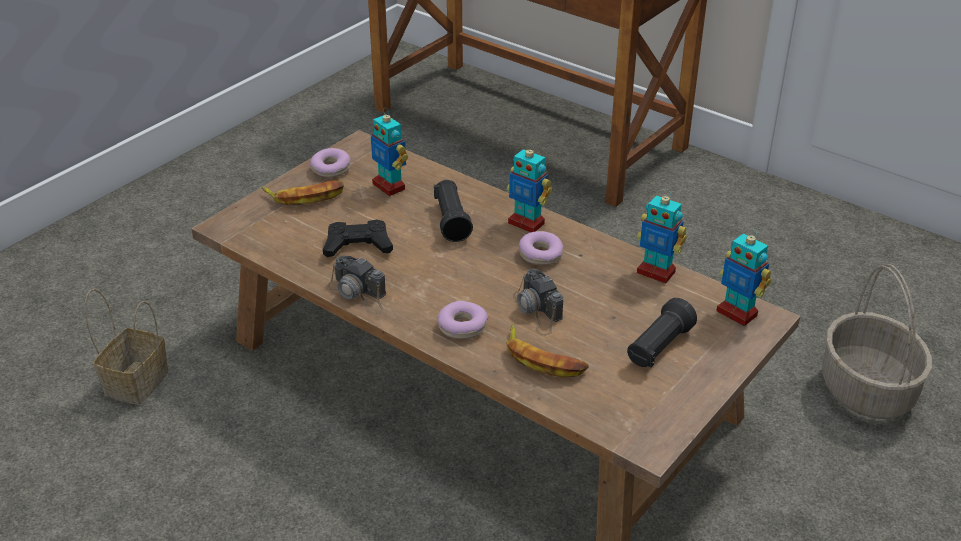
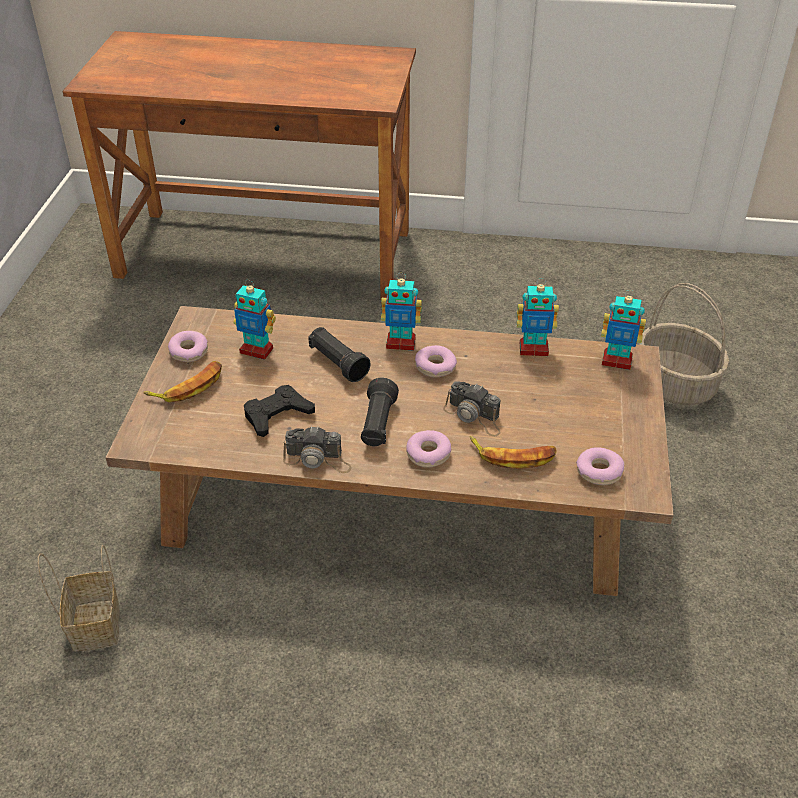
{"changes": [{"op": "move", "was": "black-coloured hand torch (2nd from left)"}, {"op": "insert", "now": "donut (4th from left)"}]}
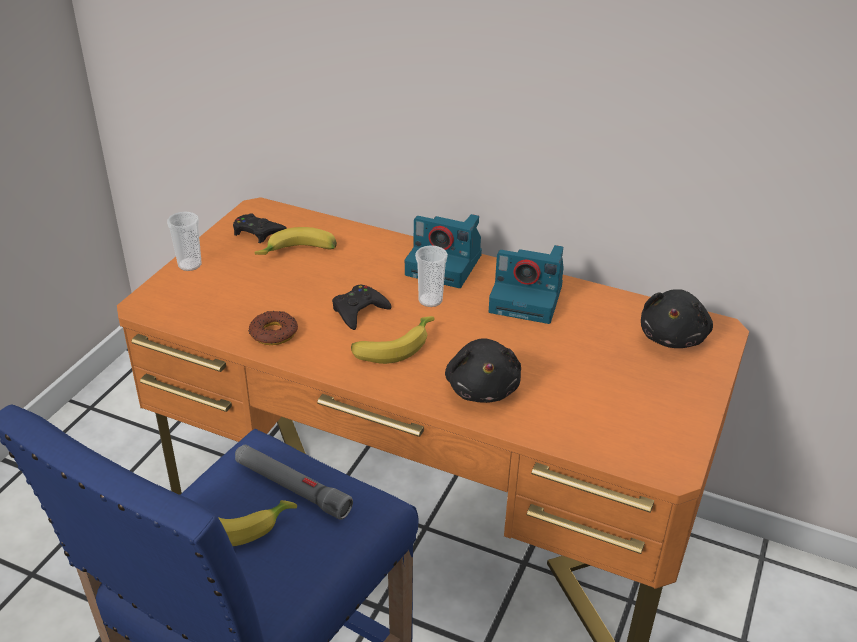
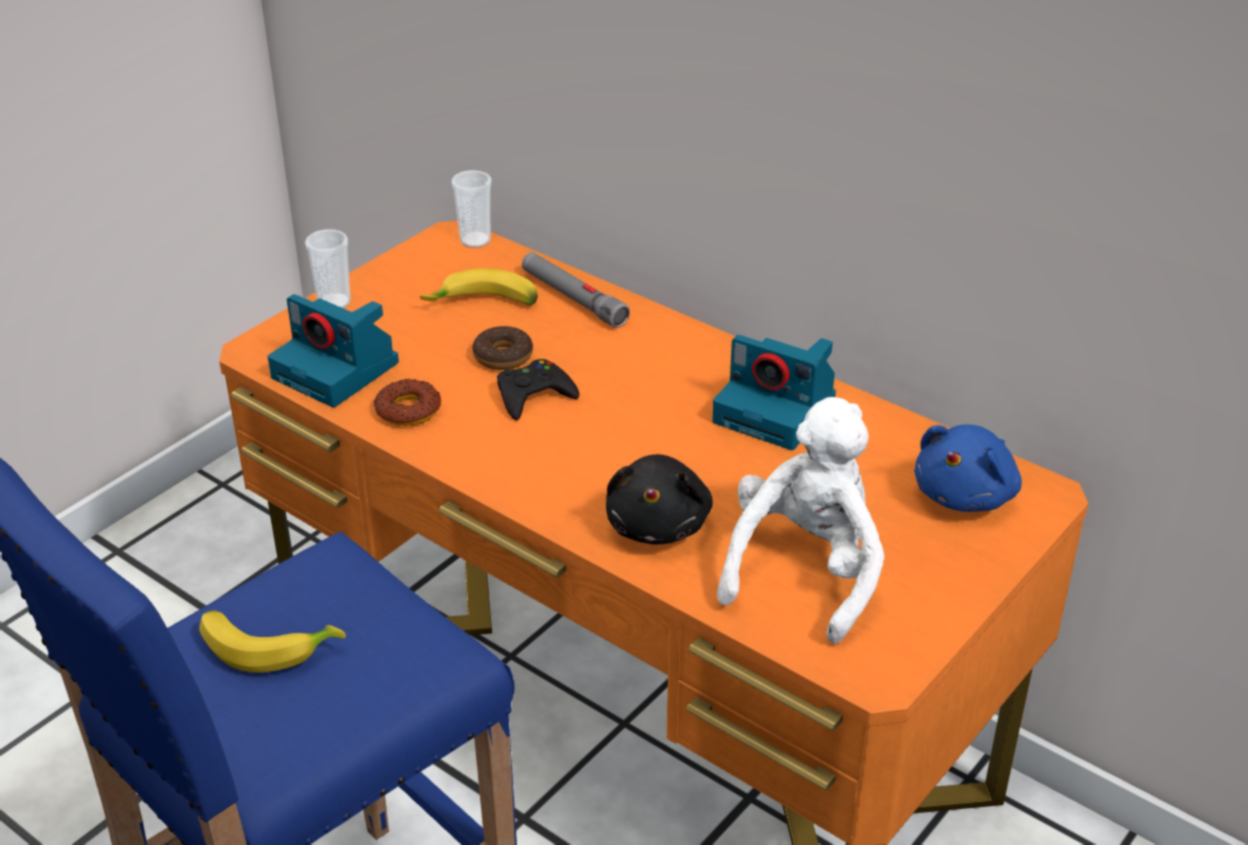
{"changes": [{"op": "delete", "was": "black-coloured game controller (1st from left)"}, {"op": "move", "was": "greyish hand torch"}, {"op": "delete", "was": "banana fruit (3rd from left)"}, {"op": "move", "was": "photo camera (1st from left)"}, {"op": "move", "was": "small cup (2nd from left)"}, {"op": "recolor", "was": "black-coloured soft toy (2nd from left)", "now": "bluish soft toy"}, {"op": "insert", "now": "donut (2nd from left)"}, {"op": "insert", "now": "whitish soft toy"}]}
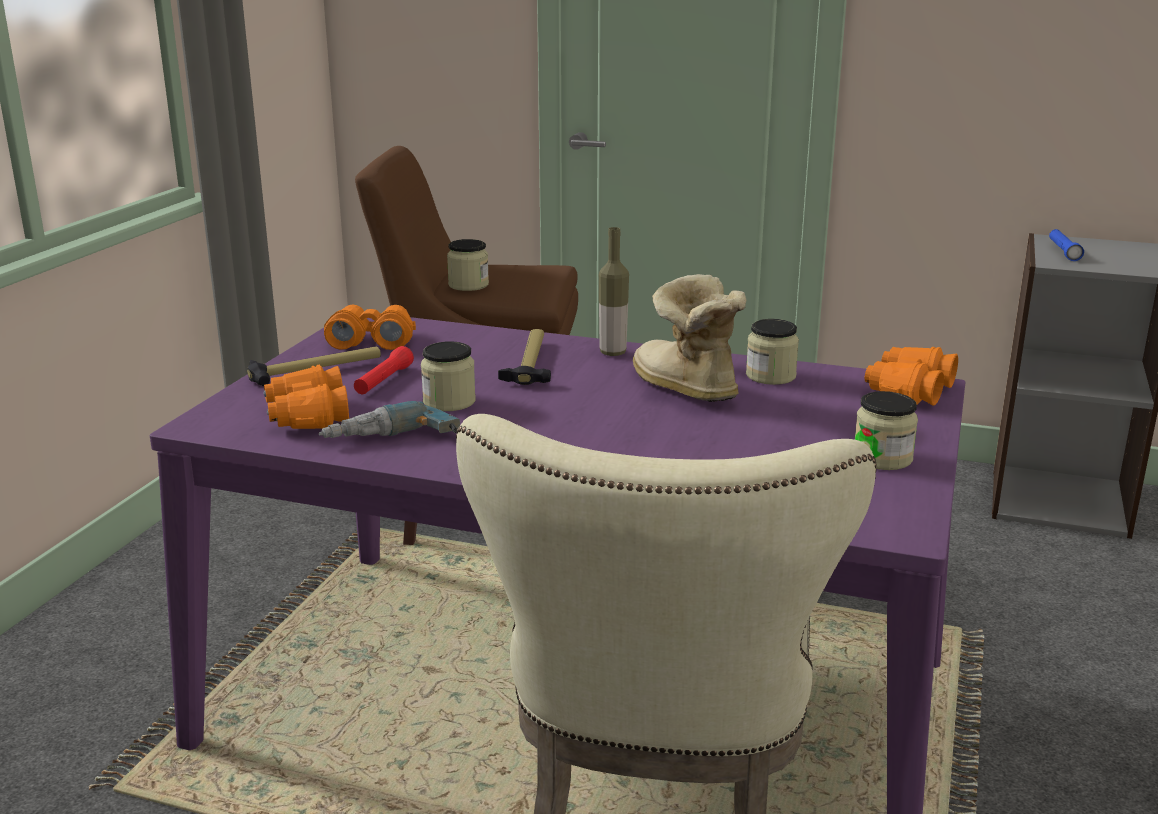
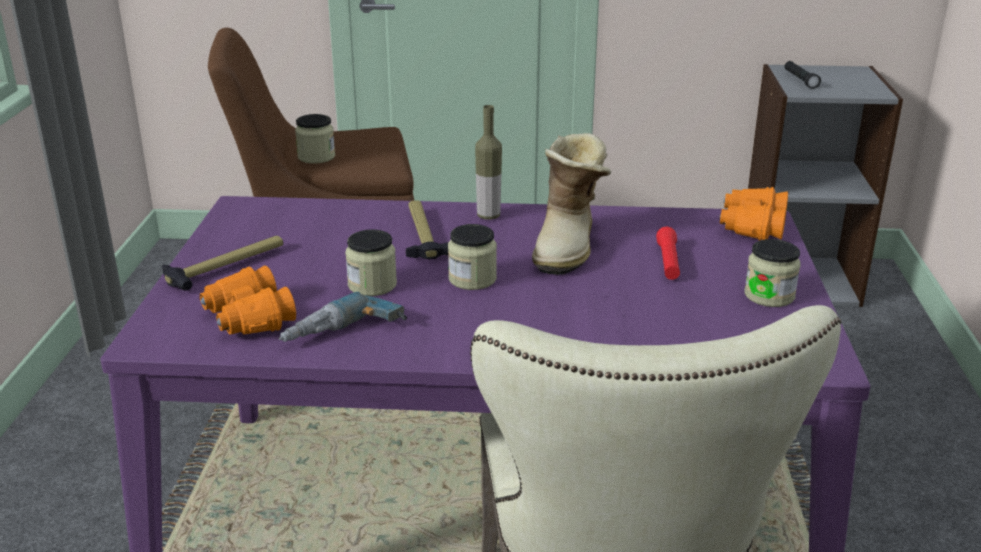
{"changes": [{"op": "delete", "was": "orange-coloured field glasses (2nd from left)"}, {"op": "move", "was": "red-coloured hand torch"}, {"op": "rotate", "was": "boot", "clockwise": -120}, {"op": "move", "was": "storage jar (3rd from left)"}, {"op": "recolor", "was": "bluish hand torch", "now": "black-coloured hand torch"}]}
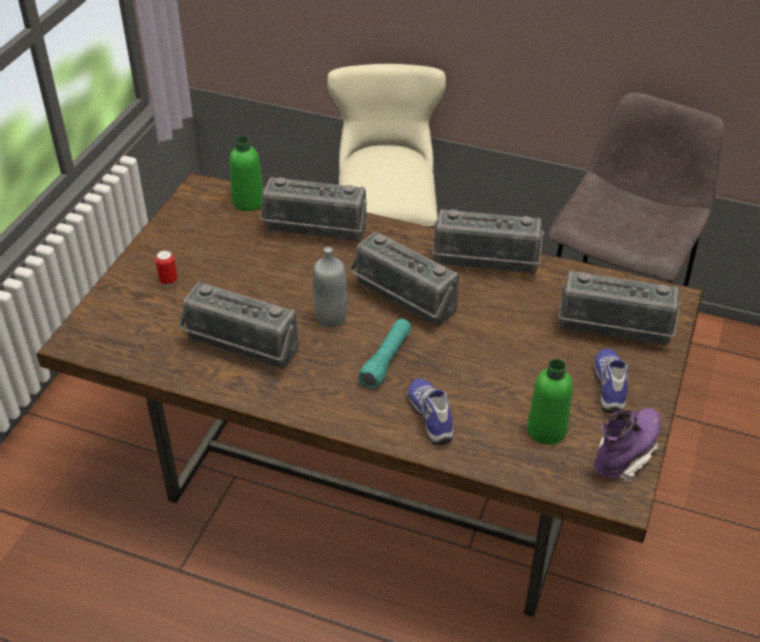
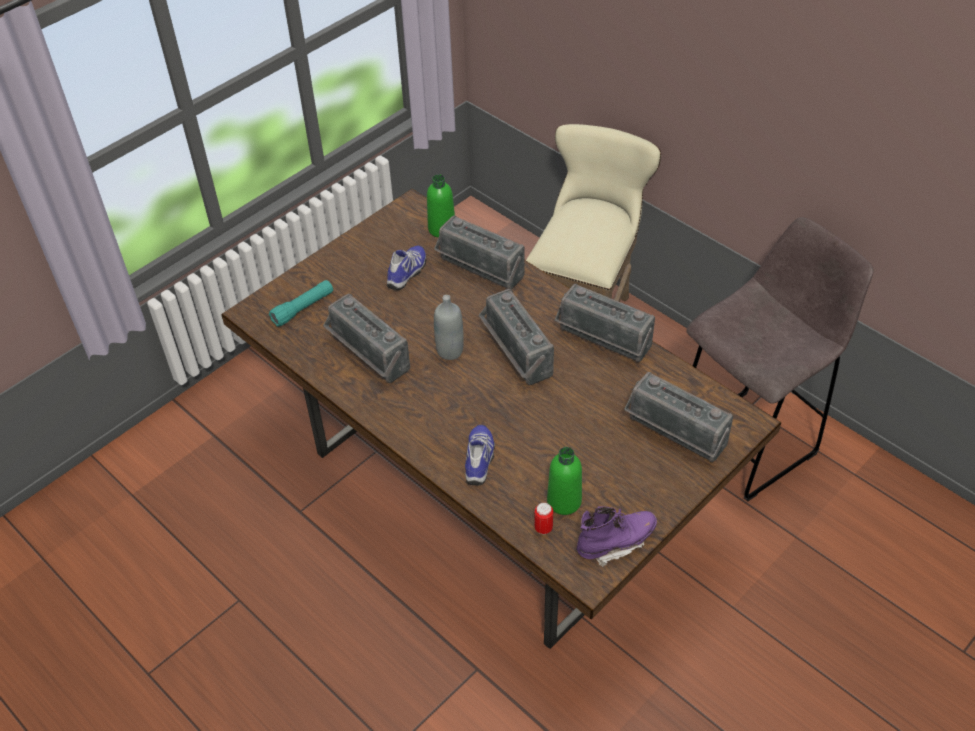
{"changes": [{"op": "move", "was": "can"}, {"op": "move", "was": "blue-green hand torch"}, {"op": "move", "was": "item of footwear (2nd from left in the first image)", "now": "item of footwear (1st from left)"}]}
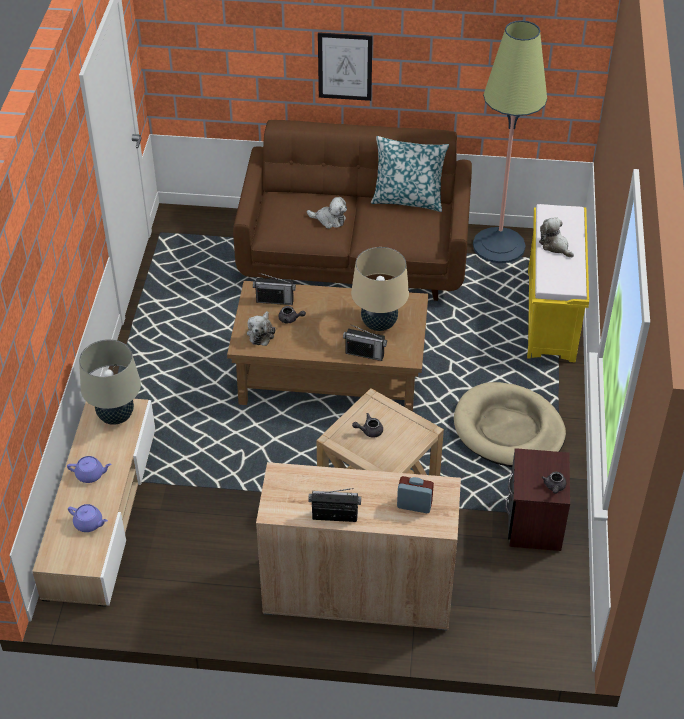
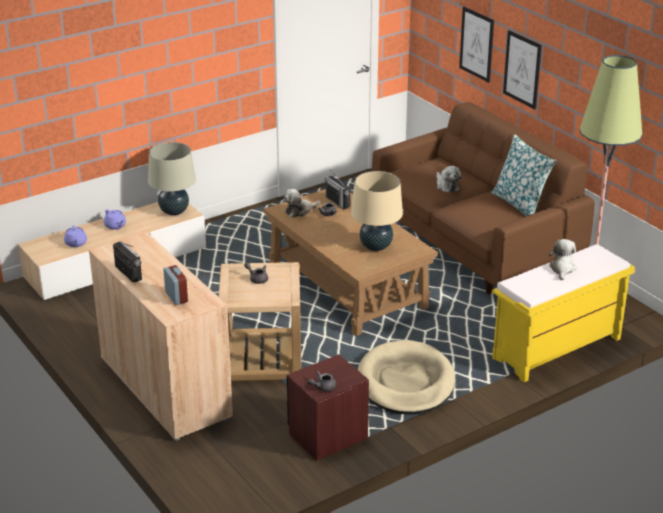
{"changes": [{"op": "delete", "was": "radio receiver (3rd from left)"}, {"op": "insert", "now": "picture (1st from left)"}]}
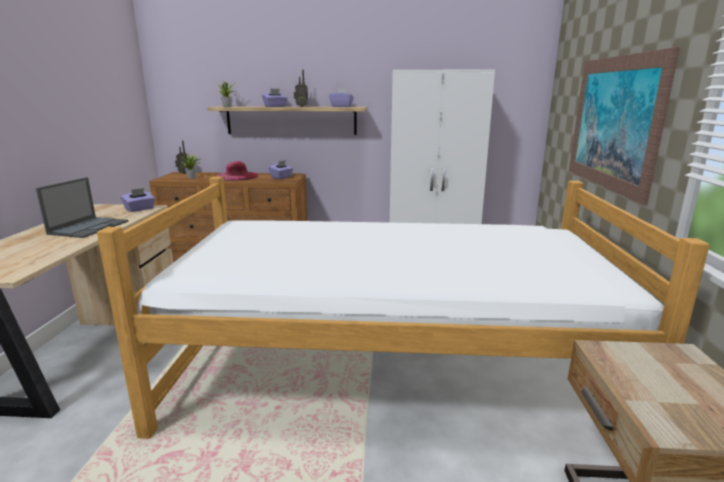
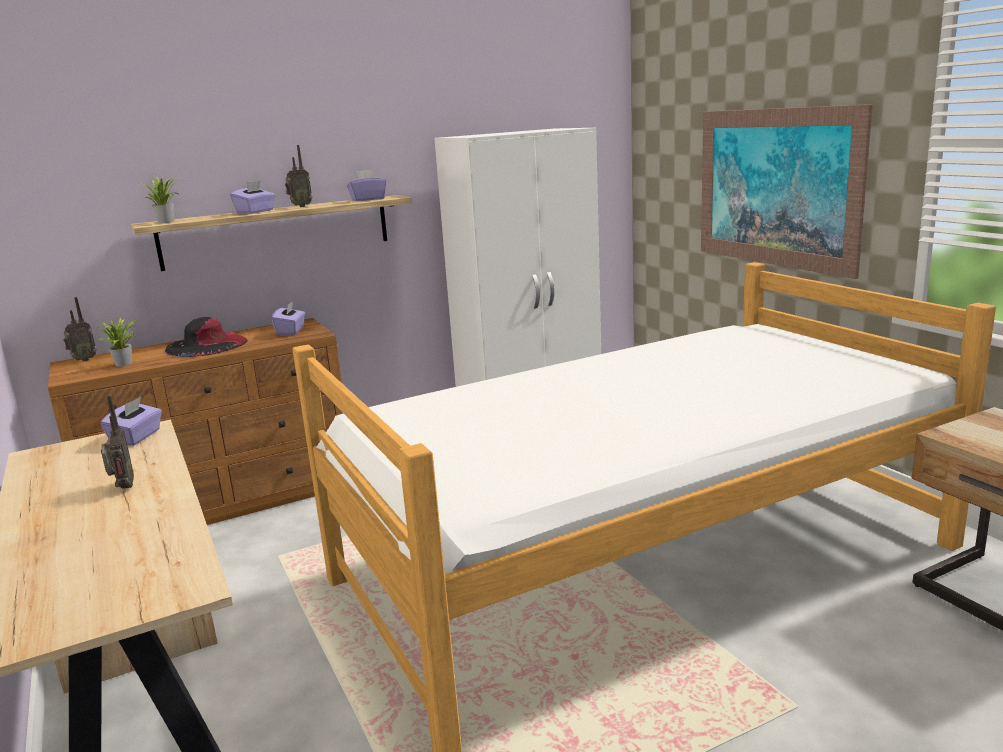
{"changes": [{"op": "replace", "was": "laptop", "now": "radio receiver (2nd from left)"}, {"op": "recolor", "was": "pink wearable hat", "now": "black-coloured wearable hat"}]}
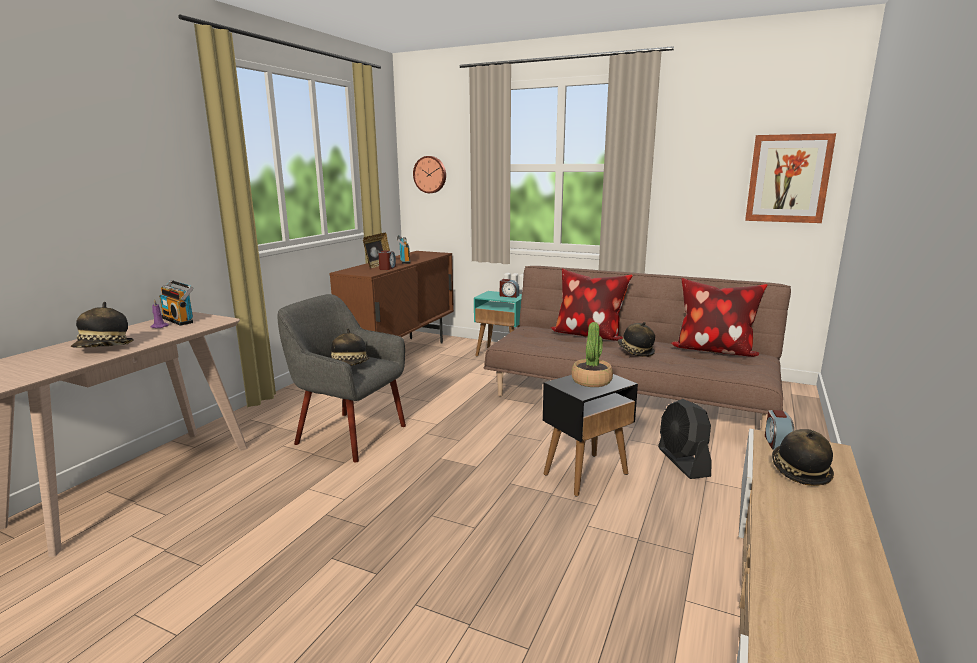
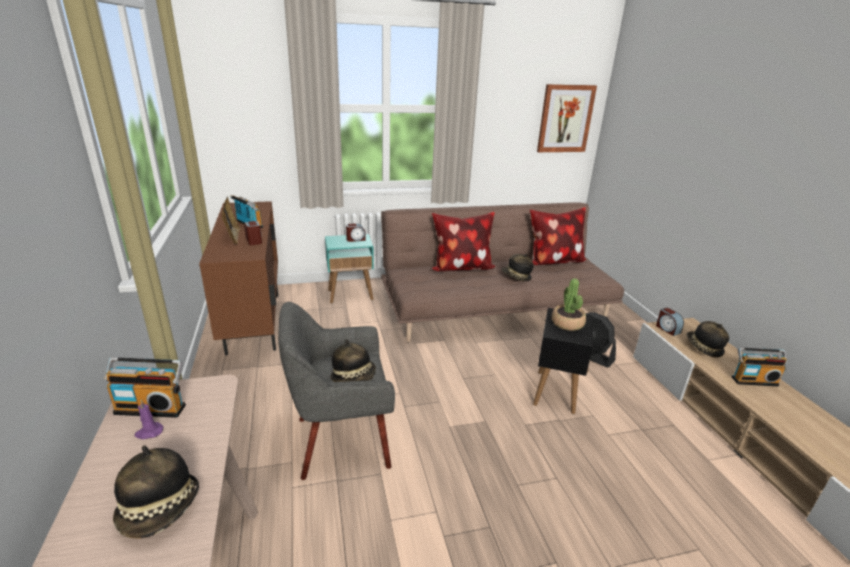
{"changes": [{"op": "delete", "was": "clock on the wall"}, {"op": "insert", "now": "radio receiver (3rd from left)"}]}
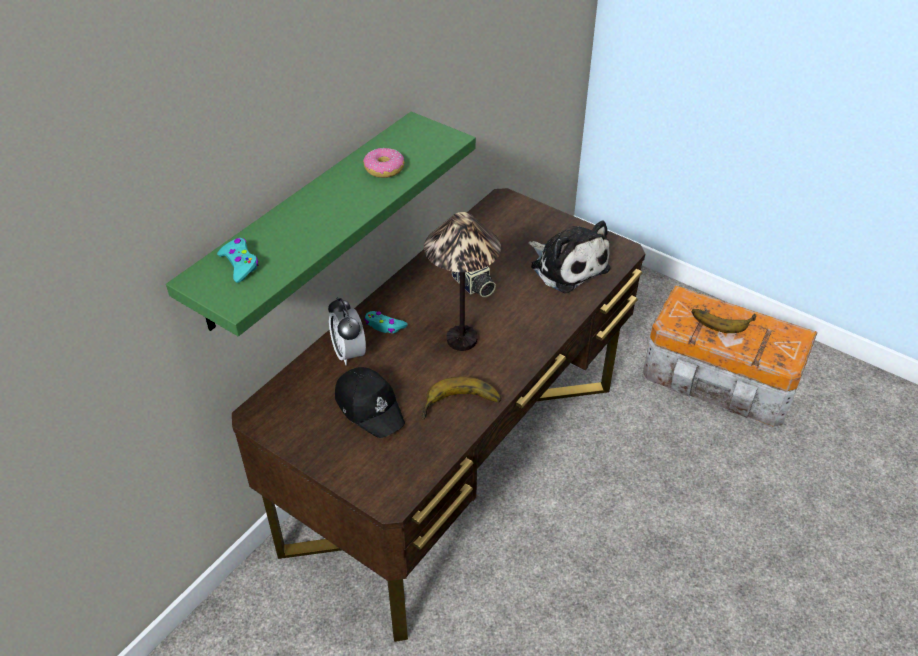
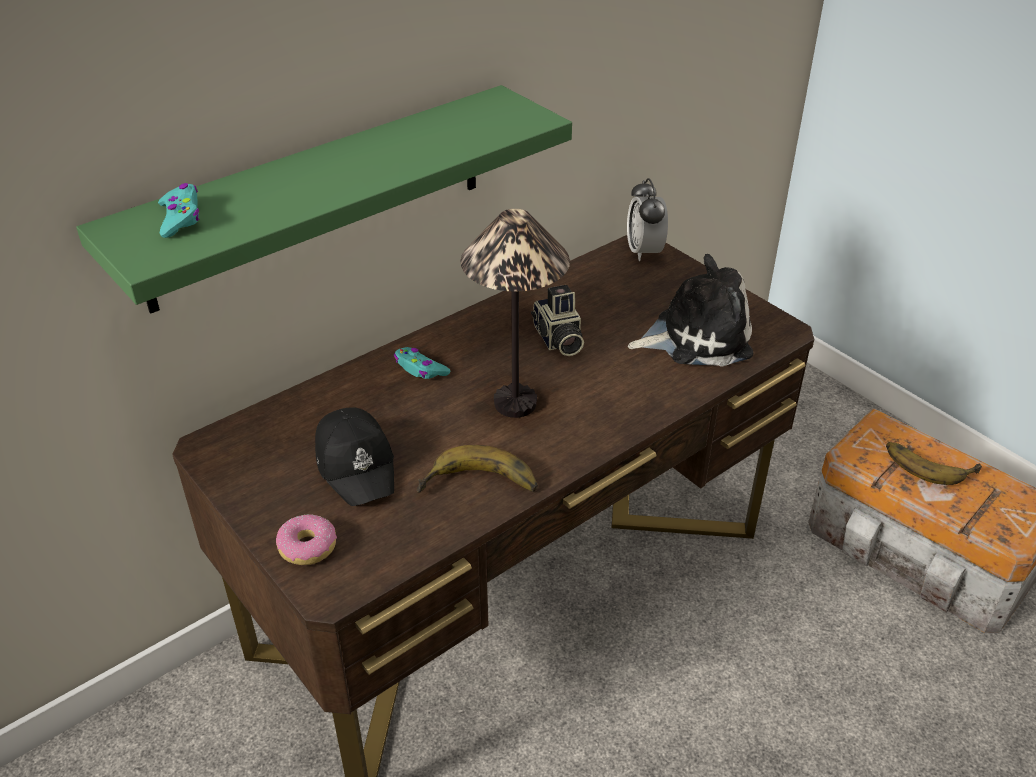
{"changes": [{"op": "move", "was": "alarm clock"}, {"op": "move", "was": "donut"}, {"op": "rotate", "was": "soft toy", "clockwise": -75}]}
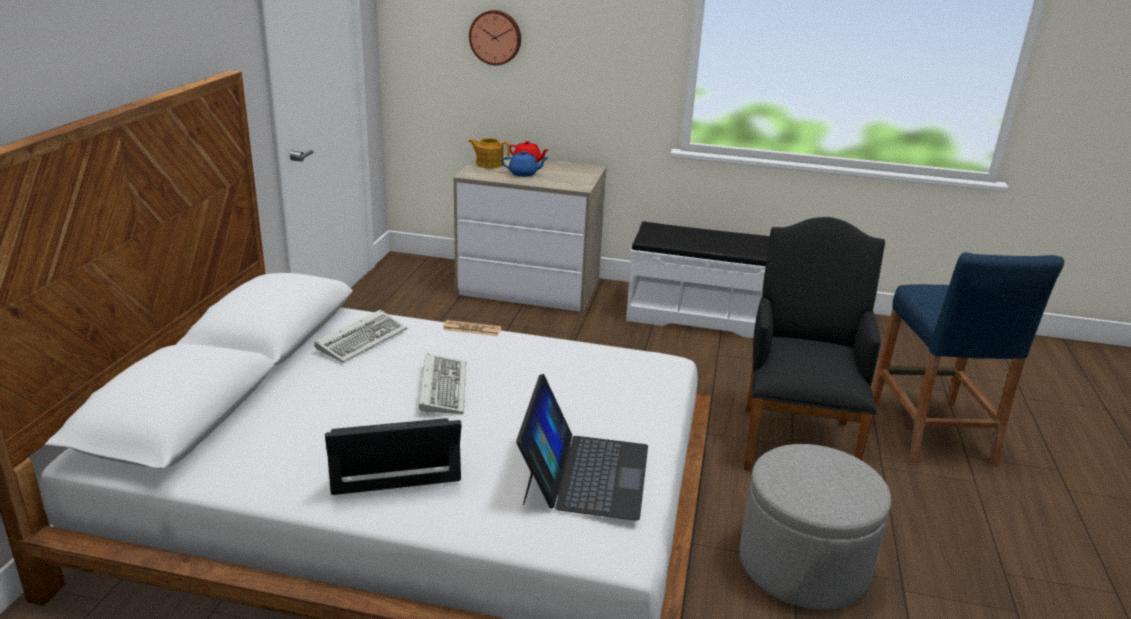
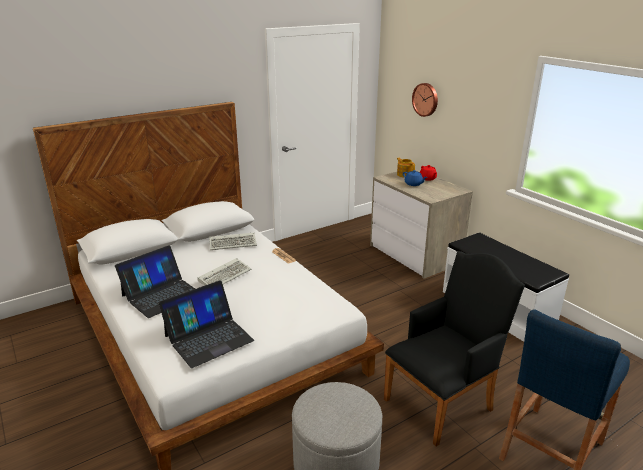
{"changes": [{"op": "rotate", "was": "laptop (1st from left)", "clockwise": 105}]}
